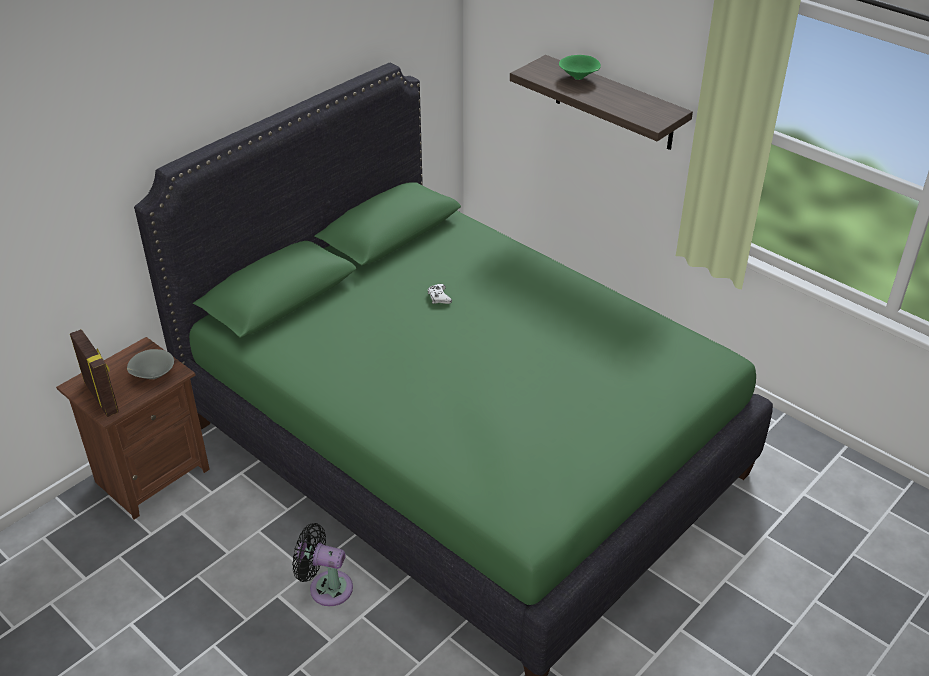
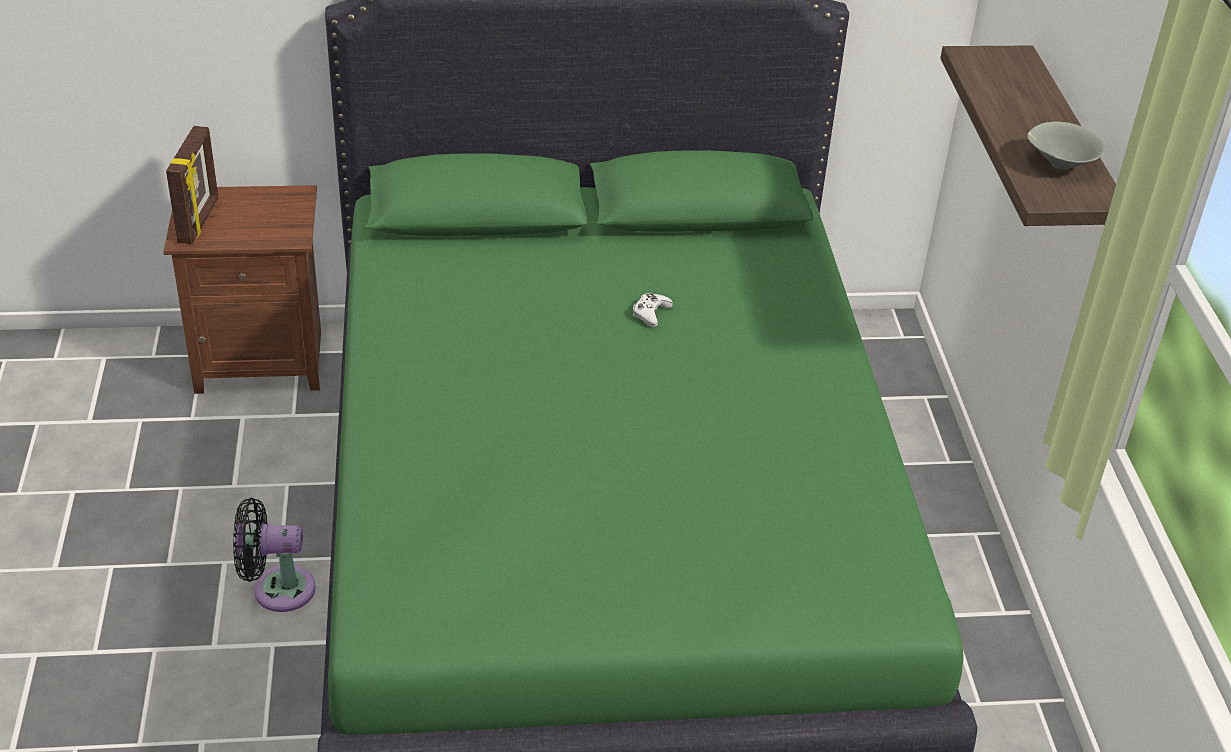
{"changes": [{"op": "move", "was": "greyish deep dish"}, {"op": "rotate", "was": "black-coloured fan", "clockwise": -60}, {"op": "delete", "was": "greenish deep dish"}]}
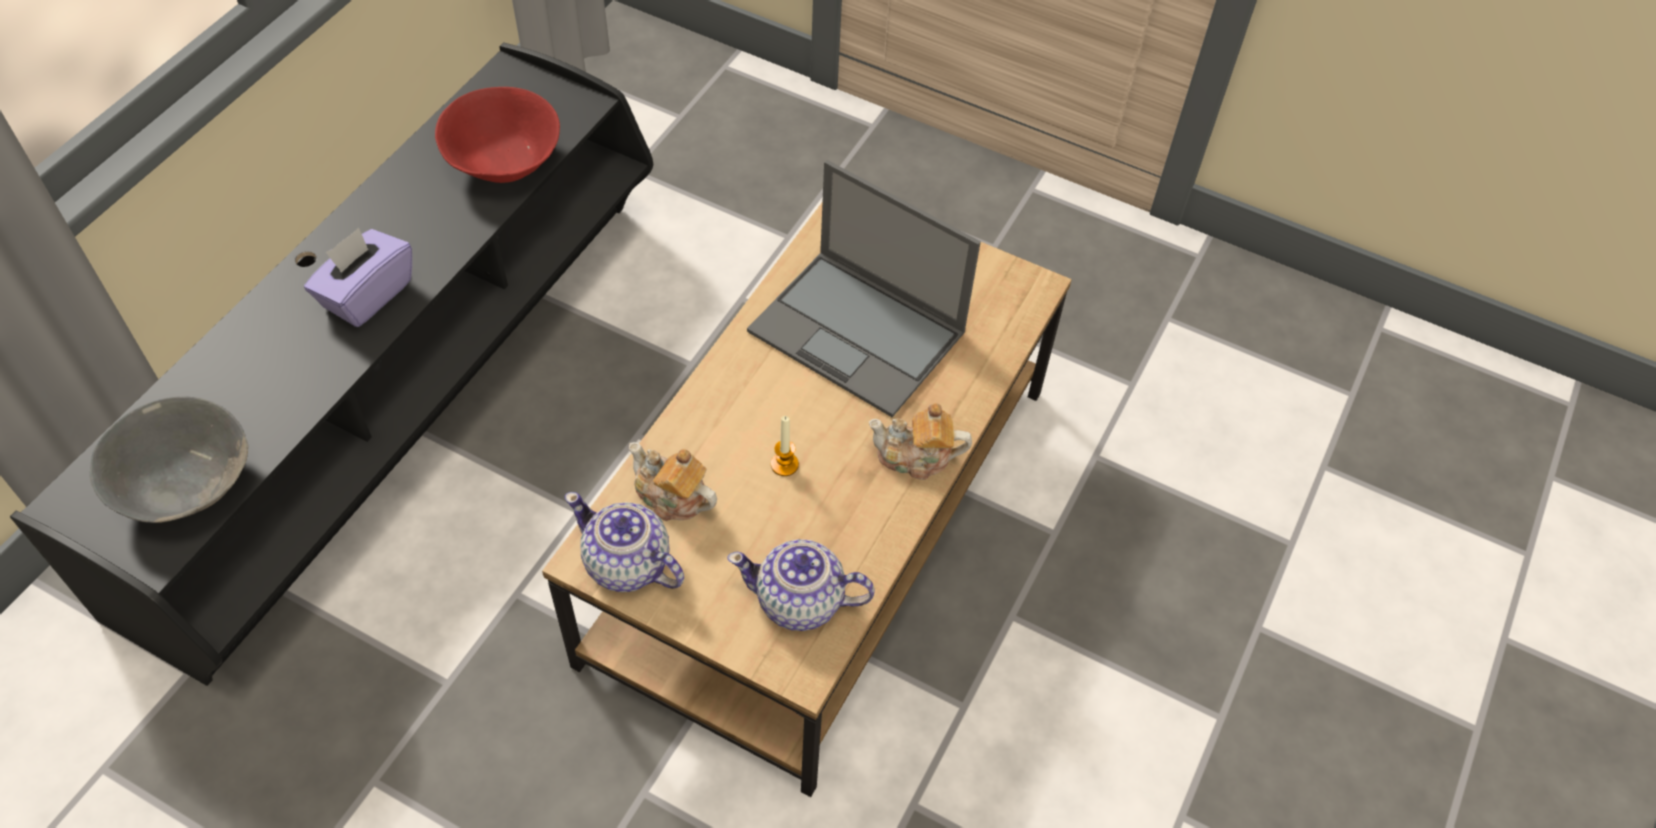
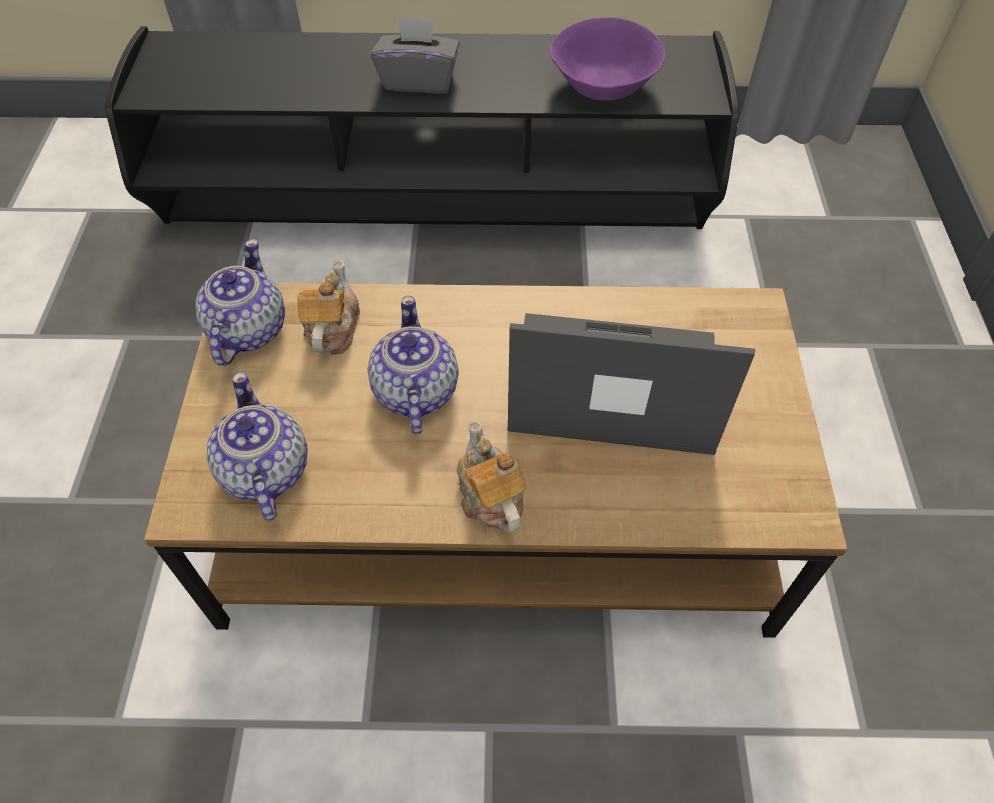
{"changes": [{"op": "delete", "was": "greyish deep dish"}, {"op": "recolor", "was": "purple-coloured box of tissues", "now": "greyish box of tissues"}, {"op": "recolor", "was": "red-coloured deep dish", "now": "purple-coloured deep dish"}, {"op": "rotate", "was": "laptop", "clockwise": 90}, {"op": "replace", "was": "wax candle", "now": "pot for tea (4th from left)"}]}
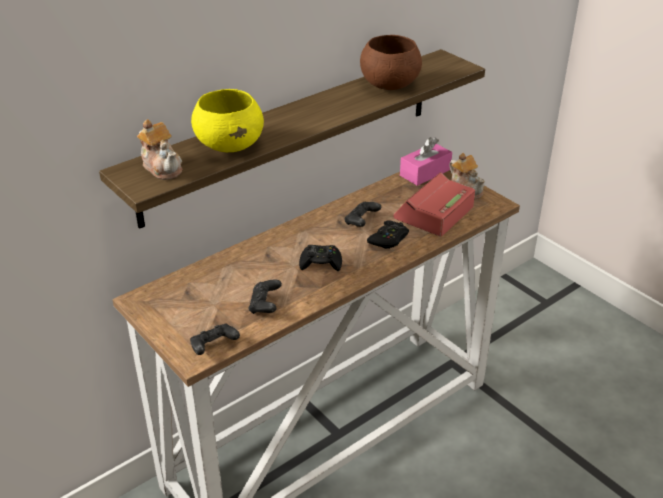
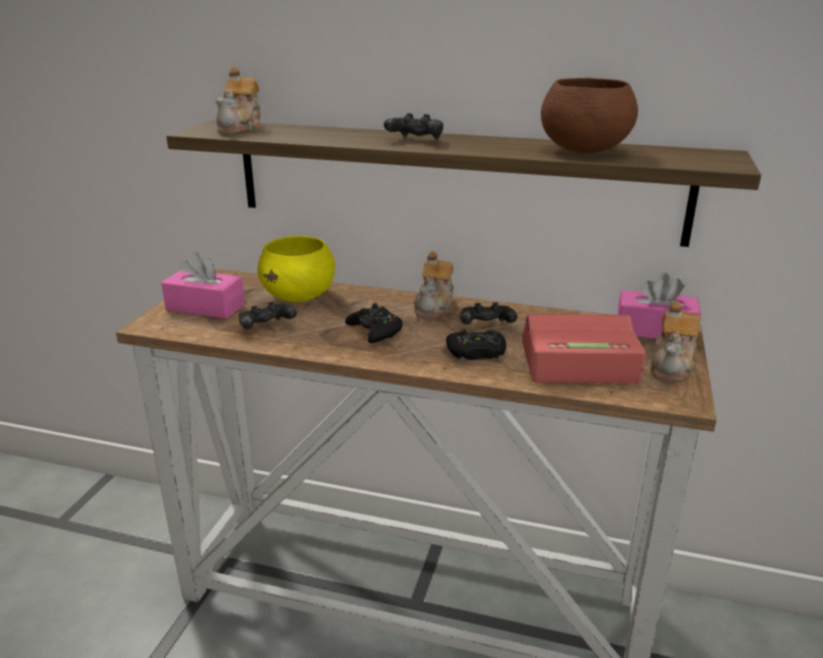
{"changes": [{"op": "move", "was": "black-coloured game controller (1st from left in the first image)", "now": "black-coloured game controller (3rd from left)"}, {"op": "move", "was": "yellow deep dish"}, {"op": "insert", "now": "pink box of tissues (1st from left)"}, {"op": "insert", "now": "pot for tea (2nd from left)"}]}
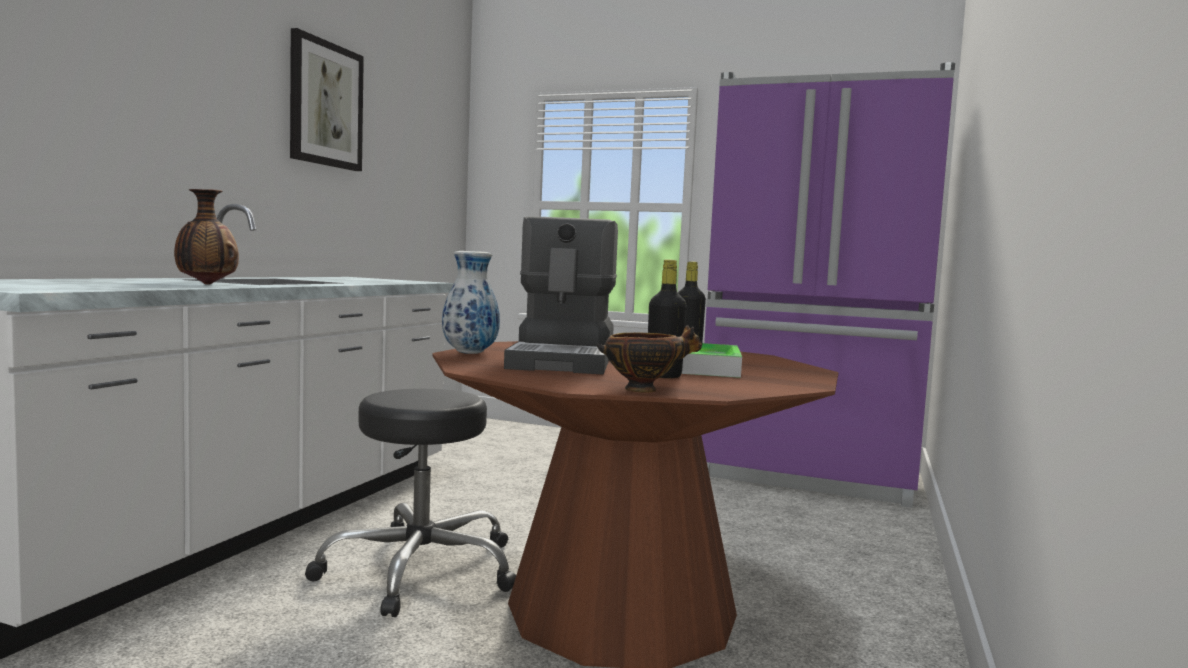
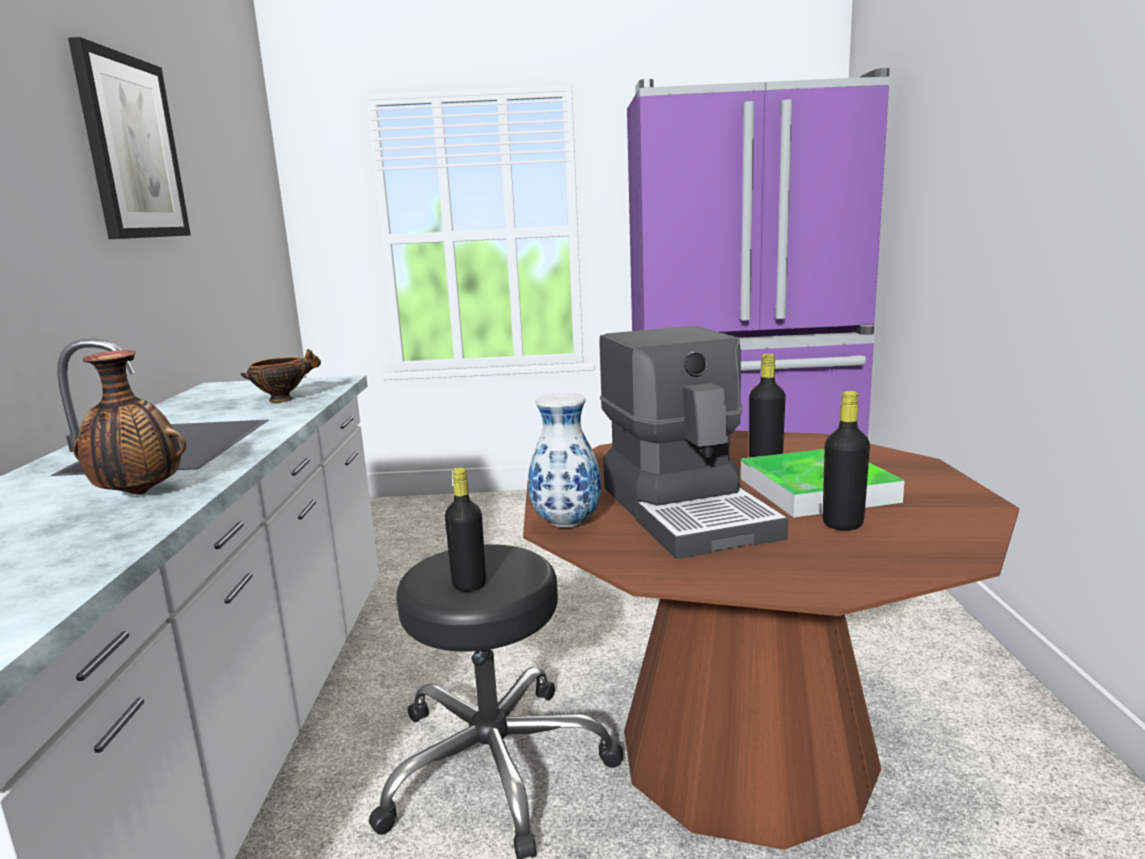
{"changes": [{"op": "move", "was": "deep dish"}, {"op": "insert", "now": "black-coloured drink bottle (1st from left)"}]}
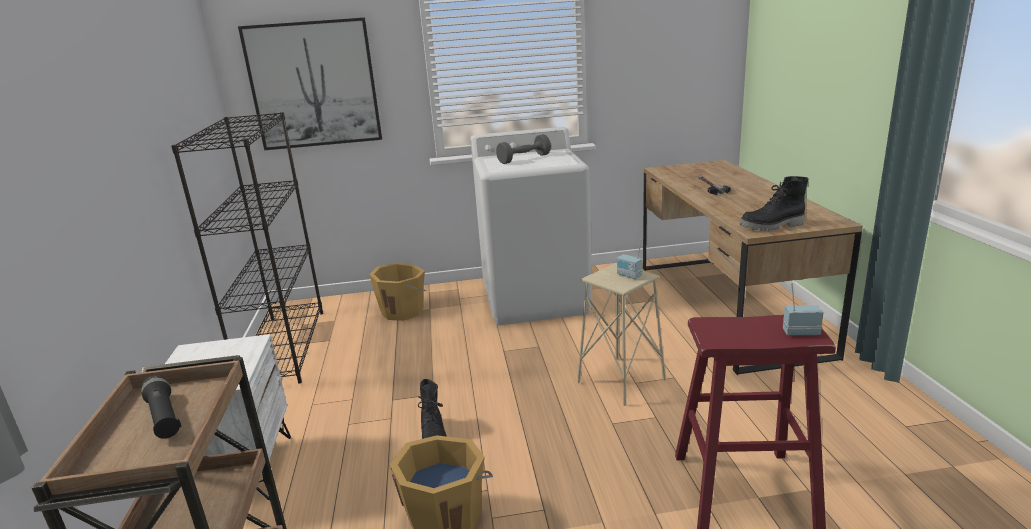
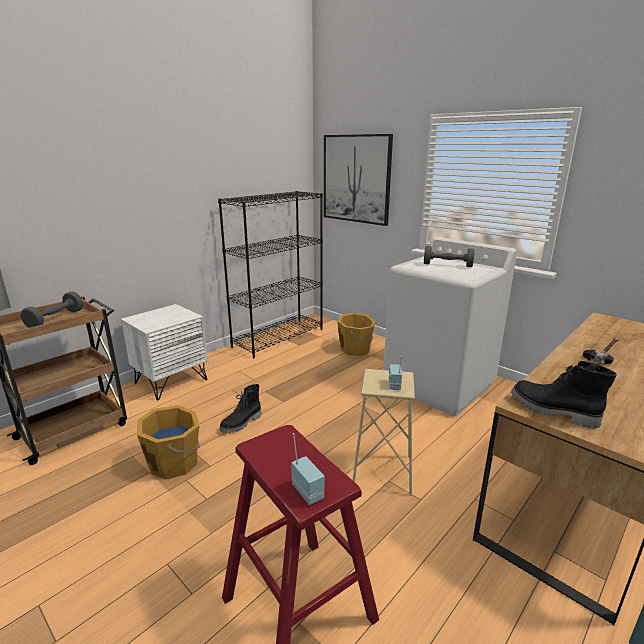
{"changes": [{"op": "replace", "was": "black-coloured hand torch", "now": "greyish hand weight (1st from left)"}]}
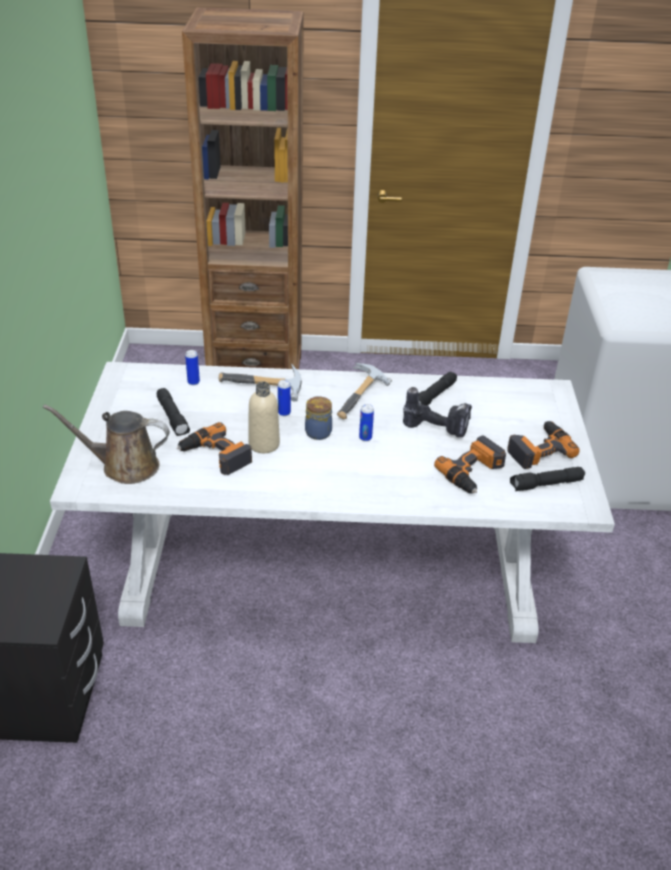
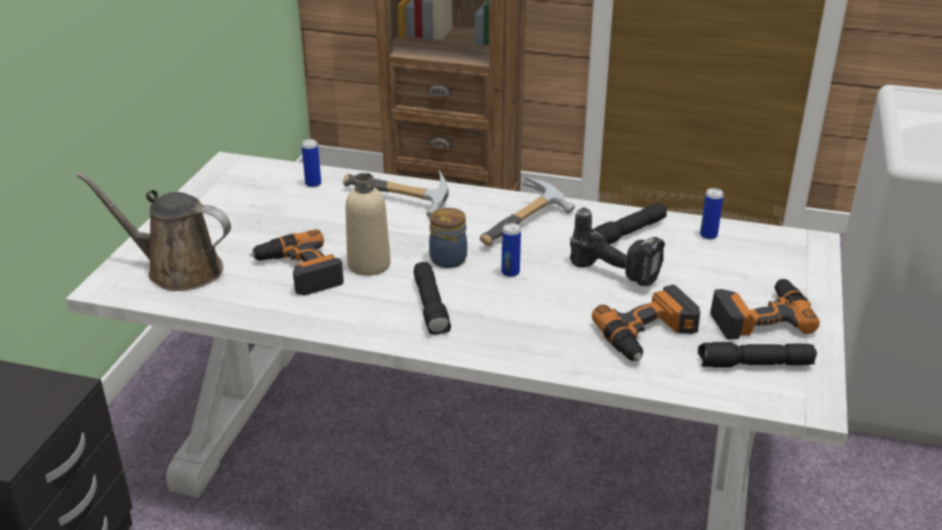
{"changes": [{"op": "move", "was": "black-coloured hand torch (1st from left)"}, {"op": "move", "was": "can (2nd from left in the first image)", "now": "can (3rd from left)"}]}
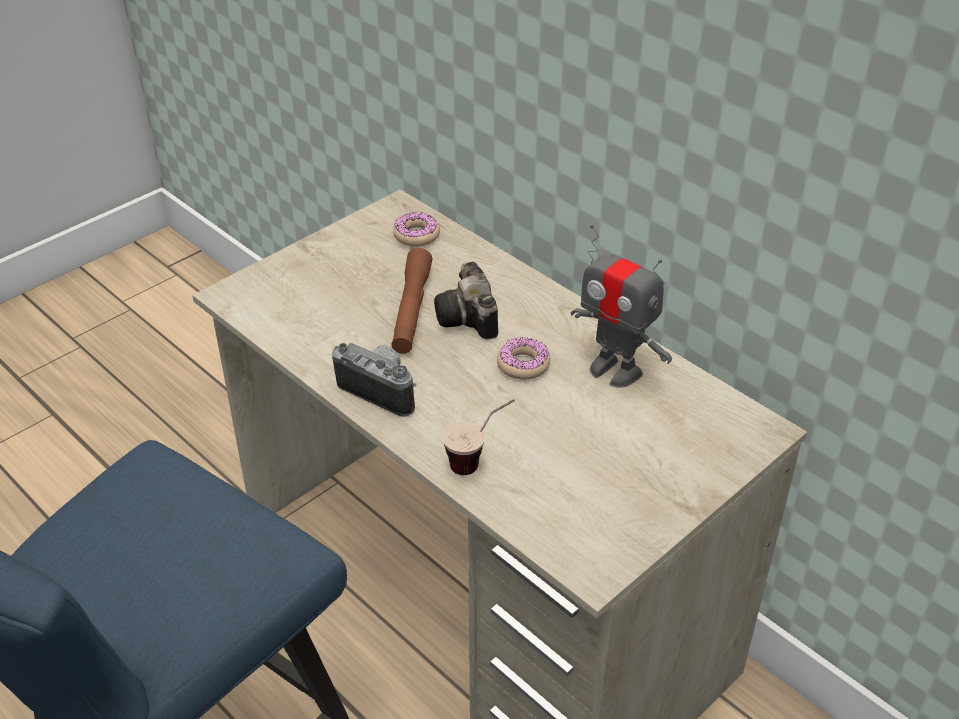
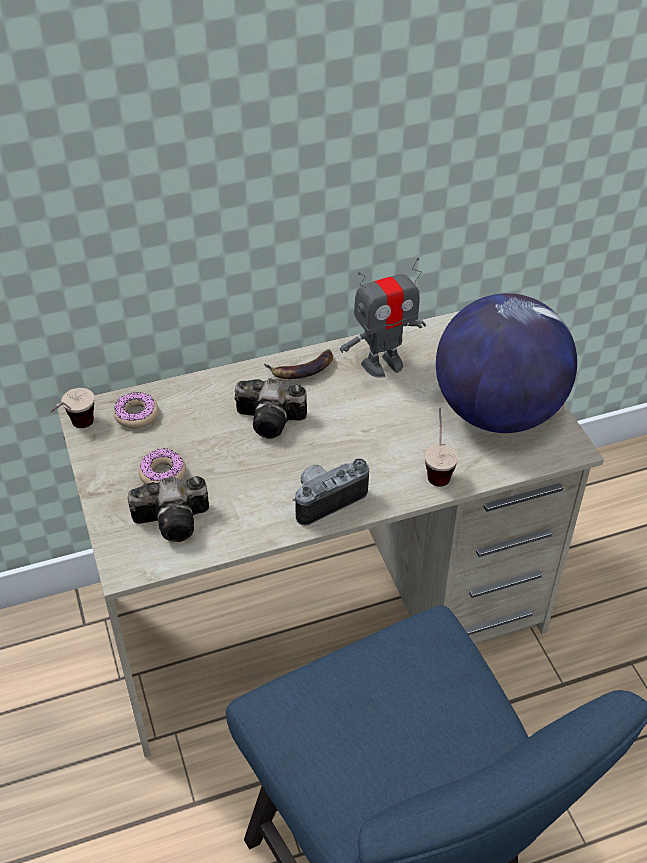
{"changes": [{"op": "delete", "was": "brown hand torch"}, {"op": "move", "was": "donut (2nd from left)"}, {"op": "insert", "now": "small cup (1st from left)"}, {"op": "insert", "now": "photo camera (1st from left)"}, {"op": "insert", "now": "banana fruit"}, {"op": "insert", "now": "globe"}]}
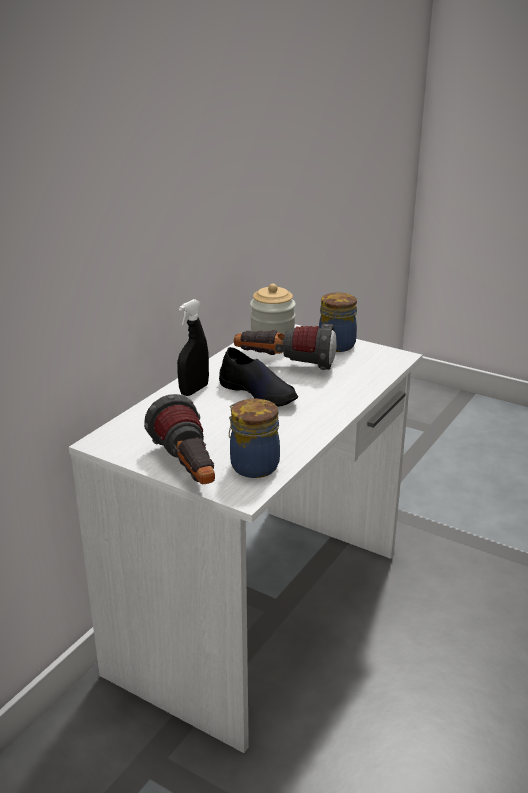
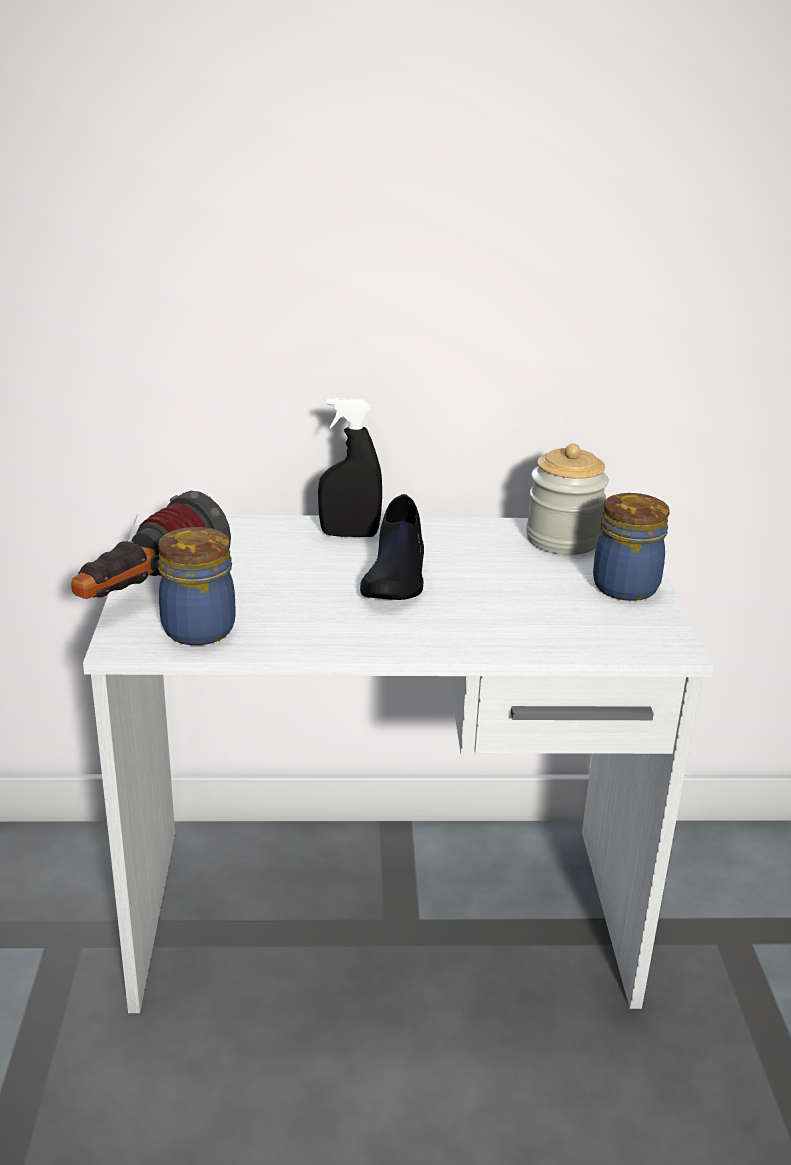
{"changes": [{"op": "delete", "was": "hand torch (2nd from left)"}]}
